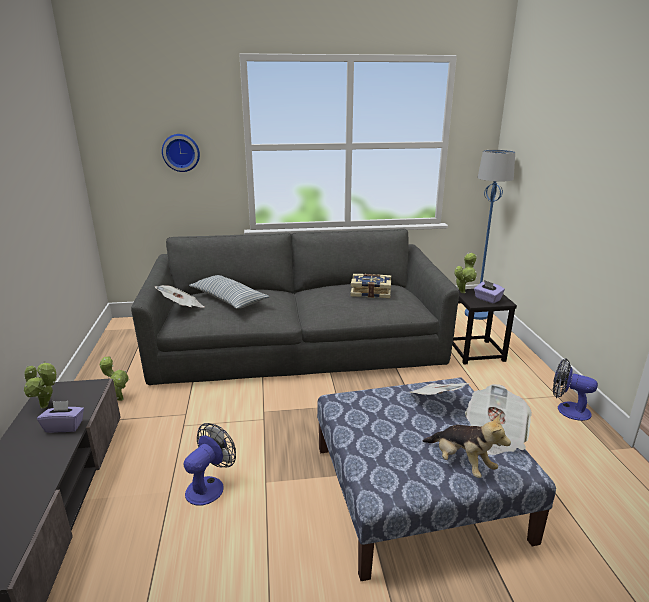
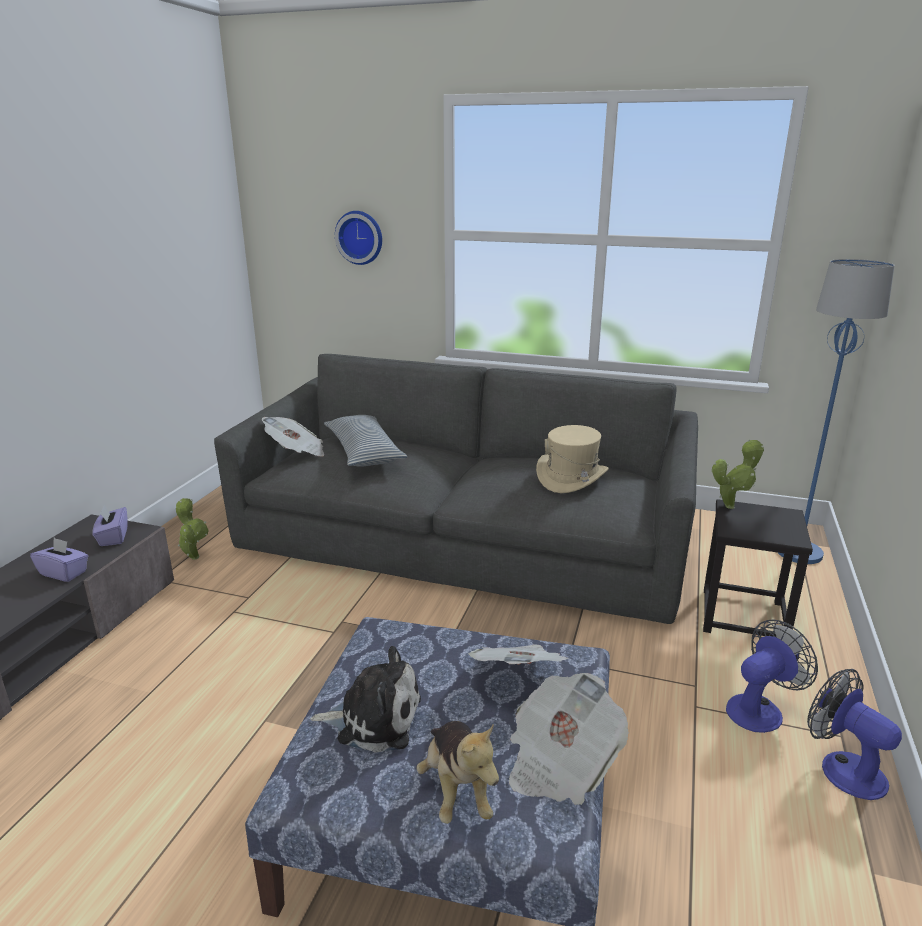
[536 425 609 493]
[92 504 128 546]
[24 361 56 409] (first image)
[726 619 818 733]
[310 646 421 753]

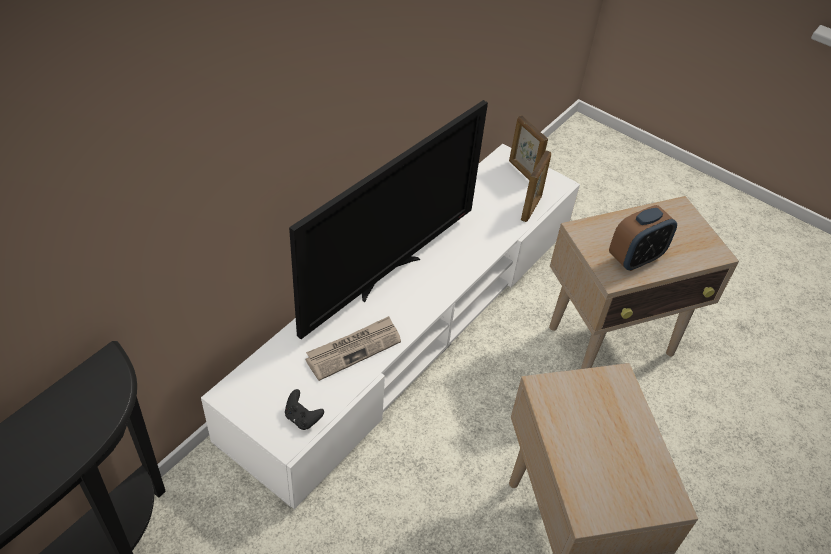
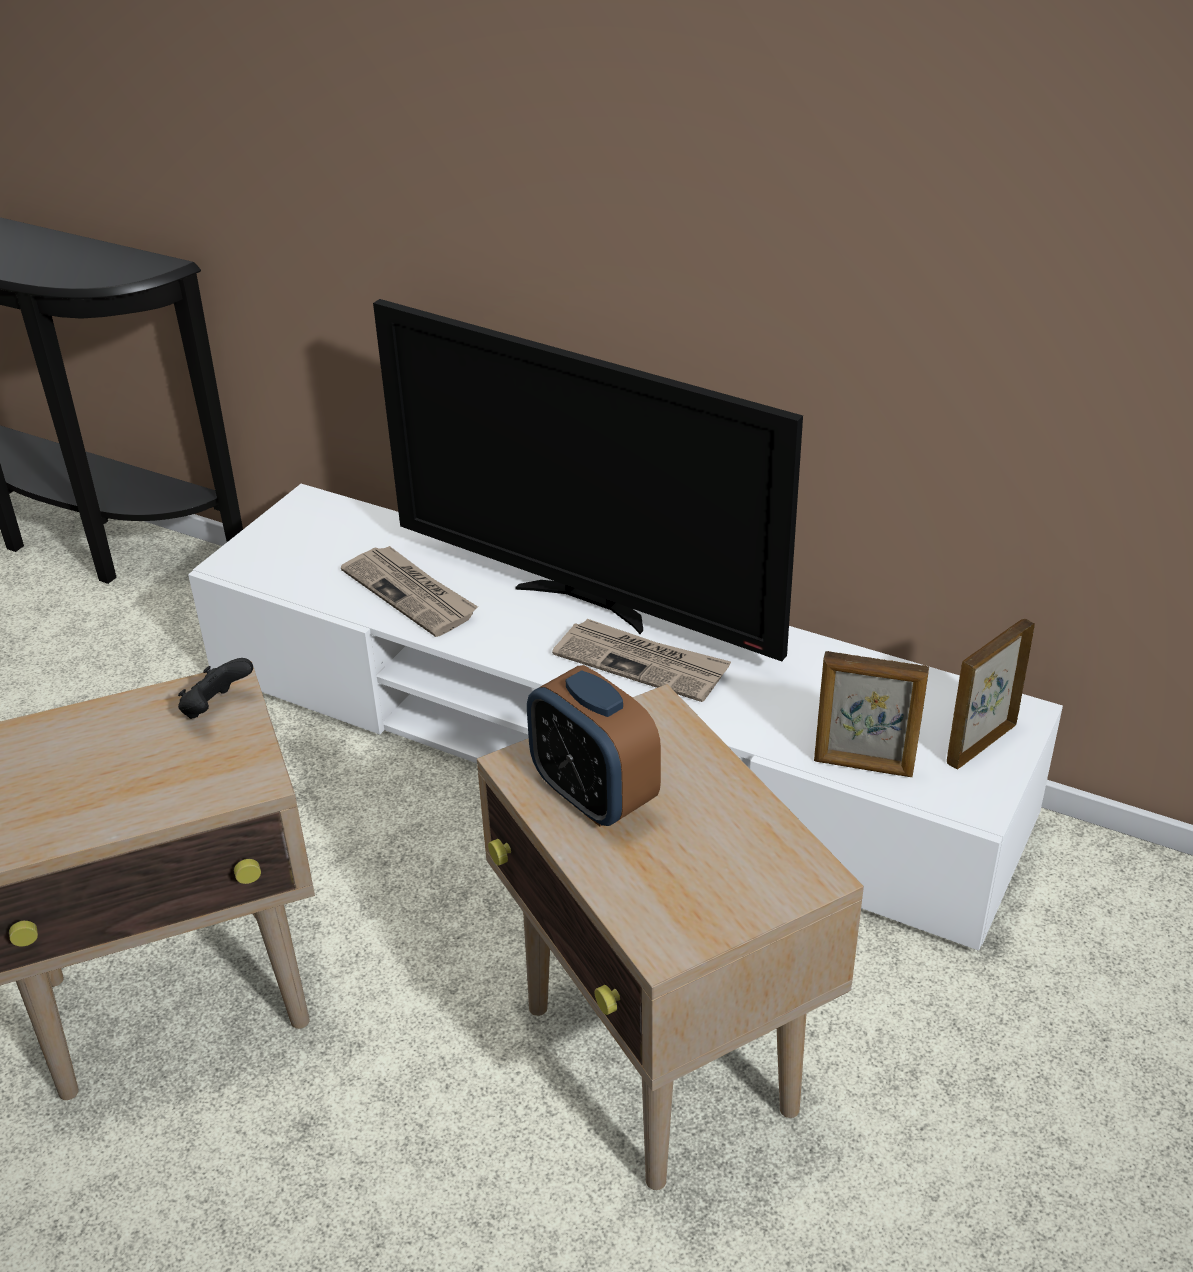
[178 658 253 719]
[552 619 731 702]

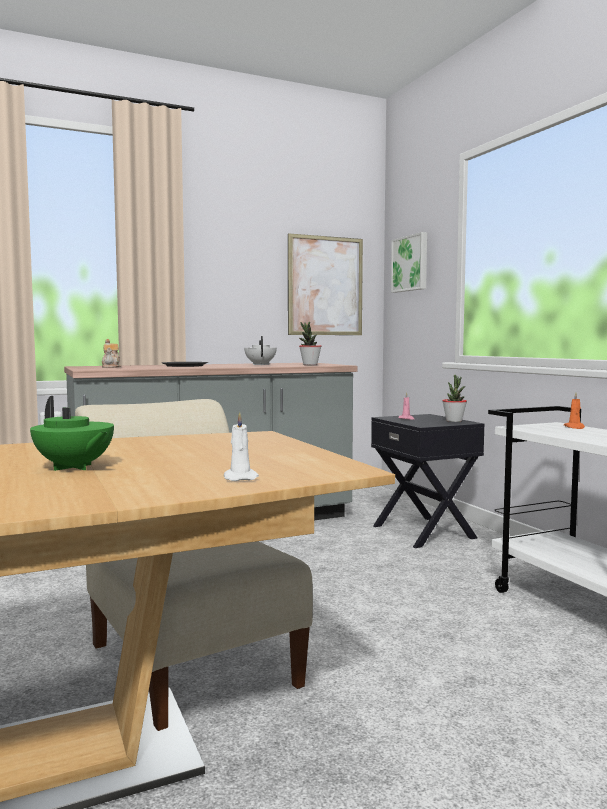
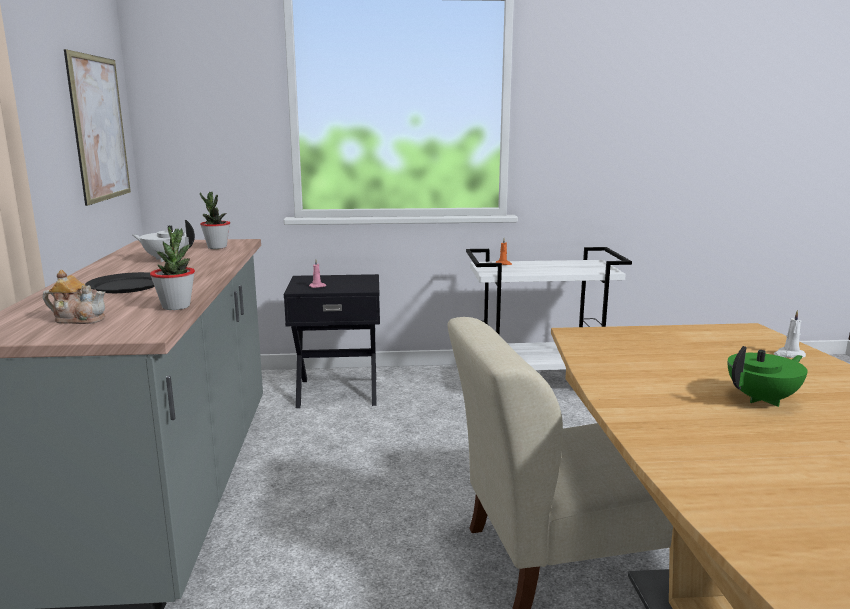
[391 232 427 293] (first image)
[150 227 195 310]

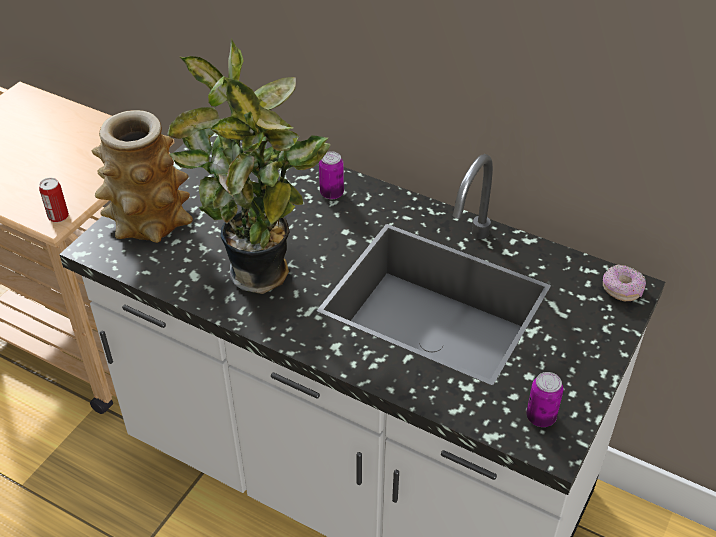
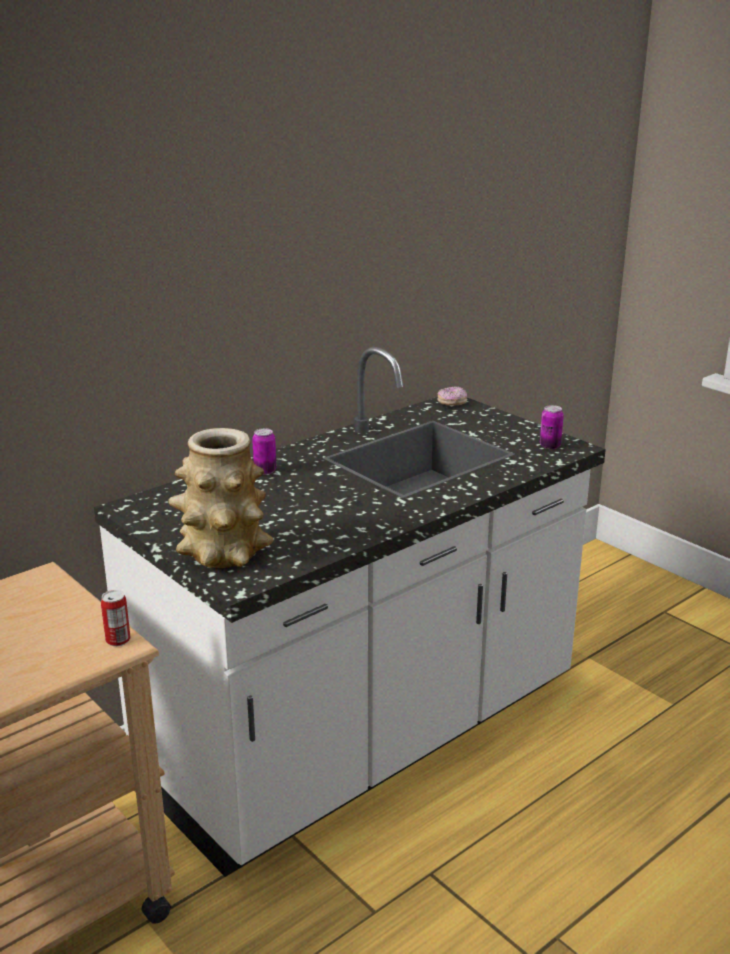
[167 38 331 294] (first image)

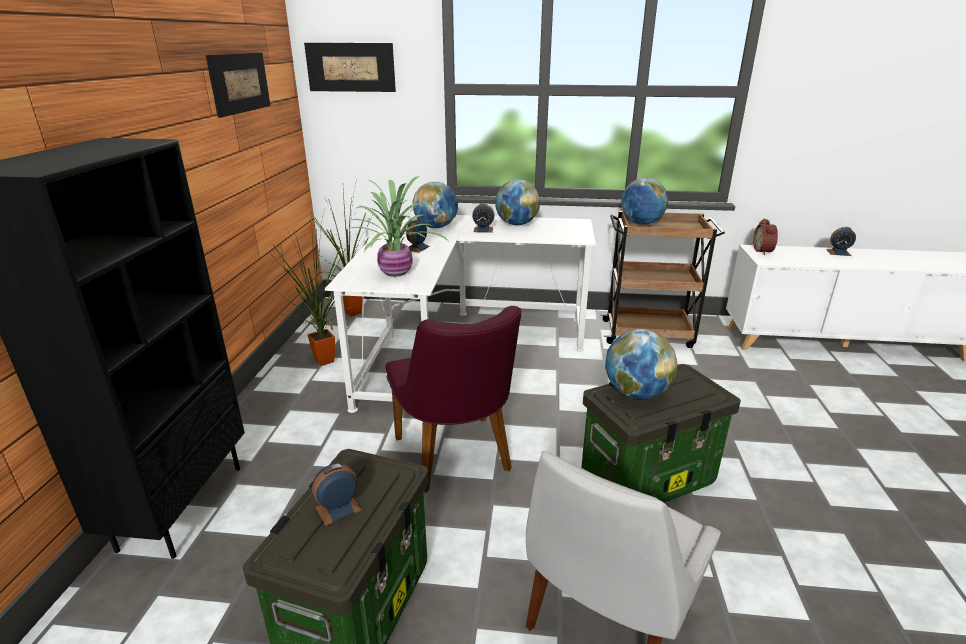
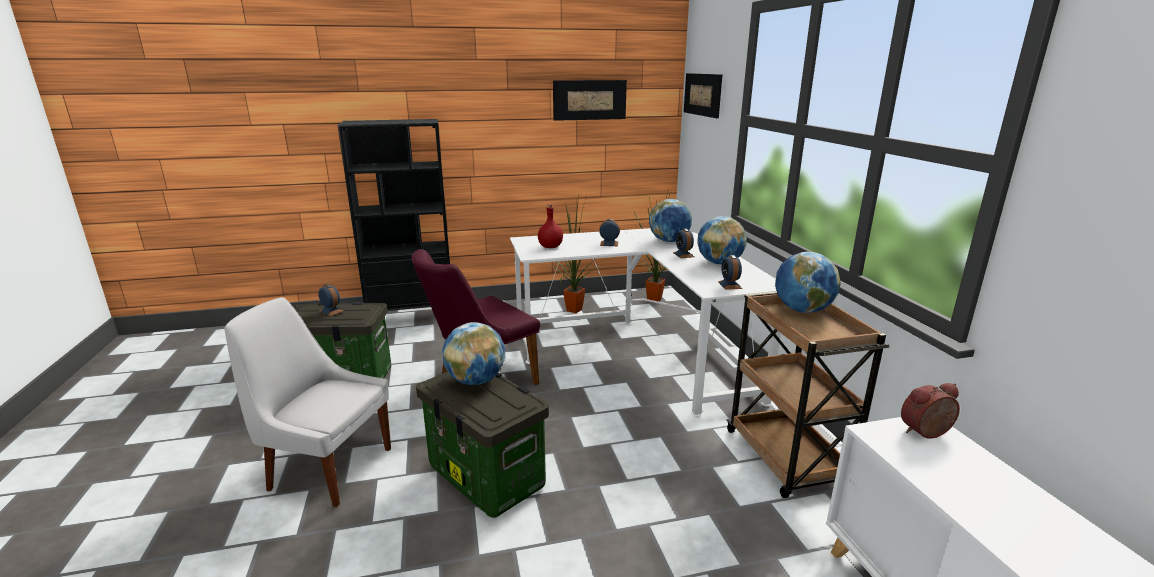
[538 204 563 248]
[718 255 742 290]

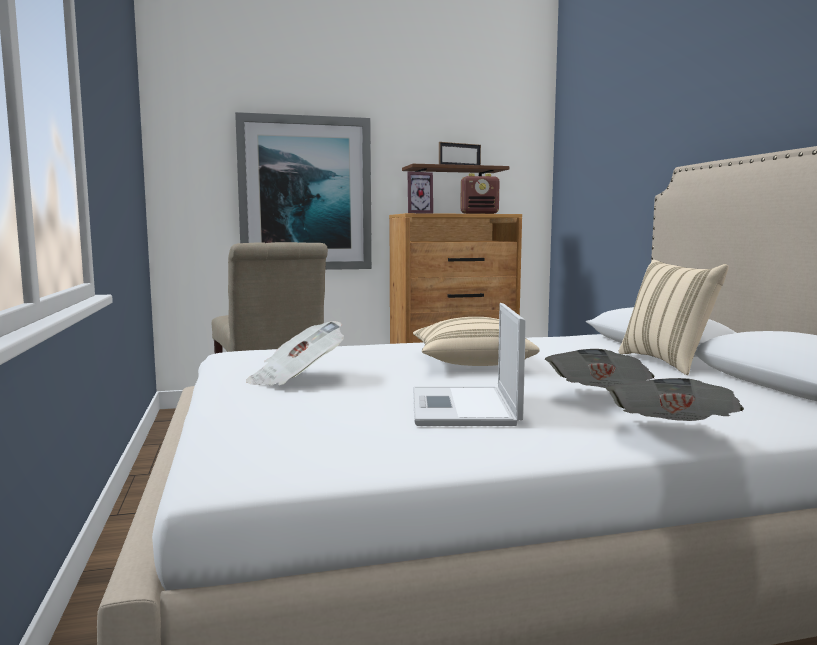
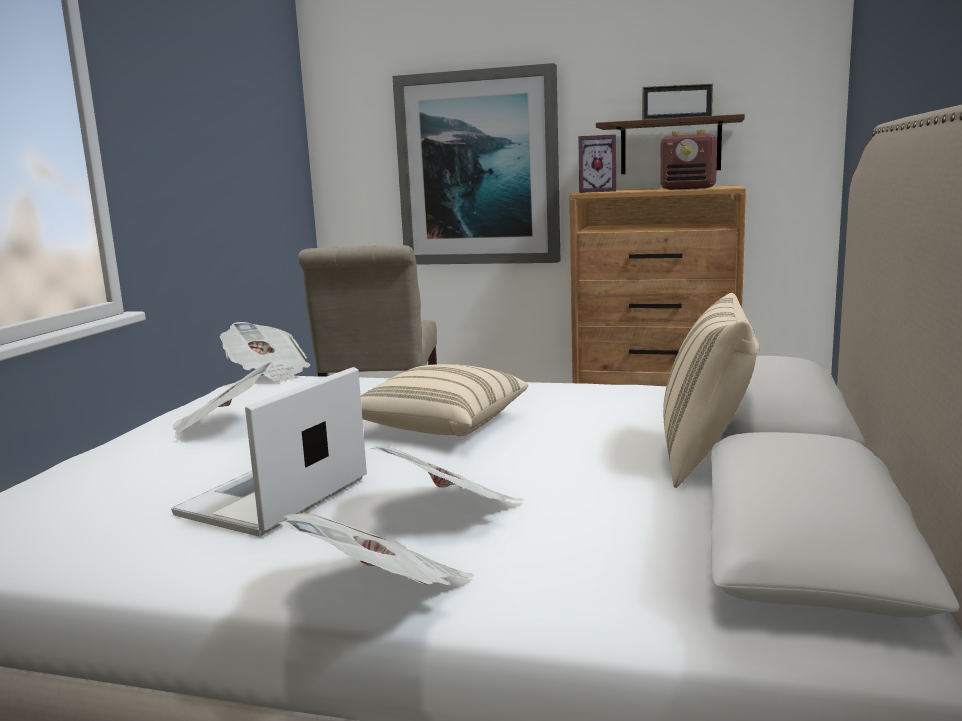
[220 322 310 382]

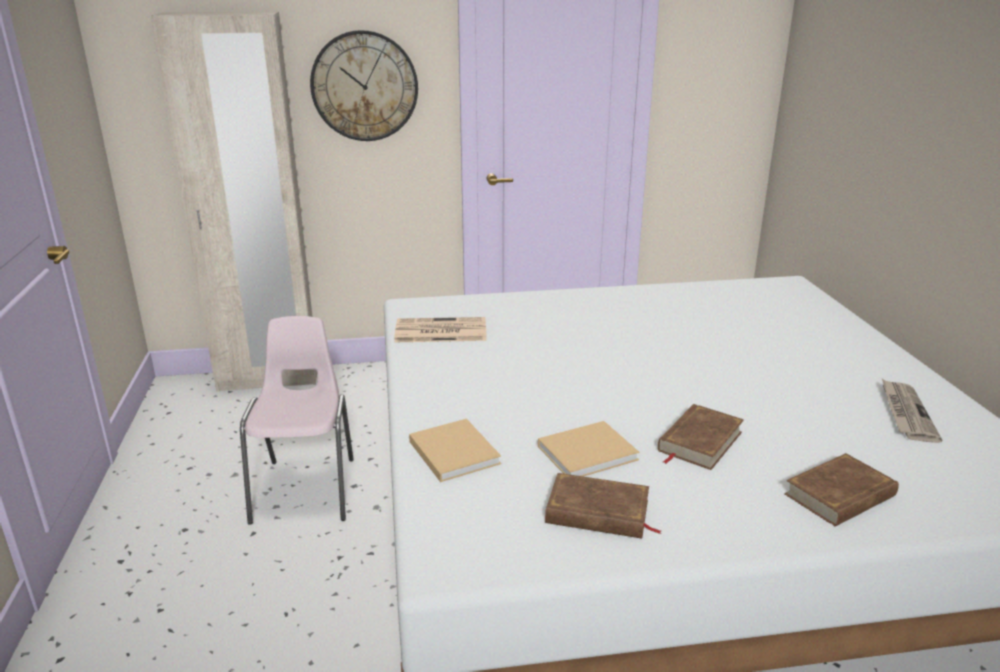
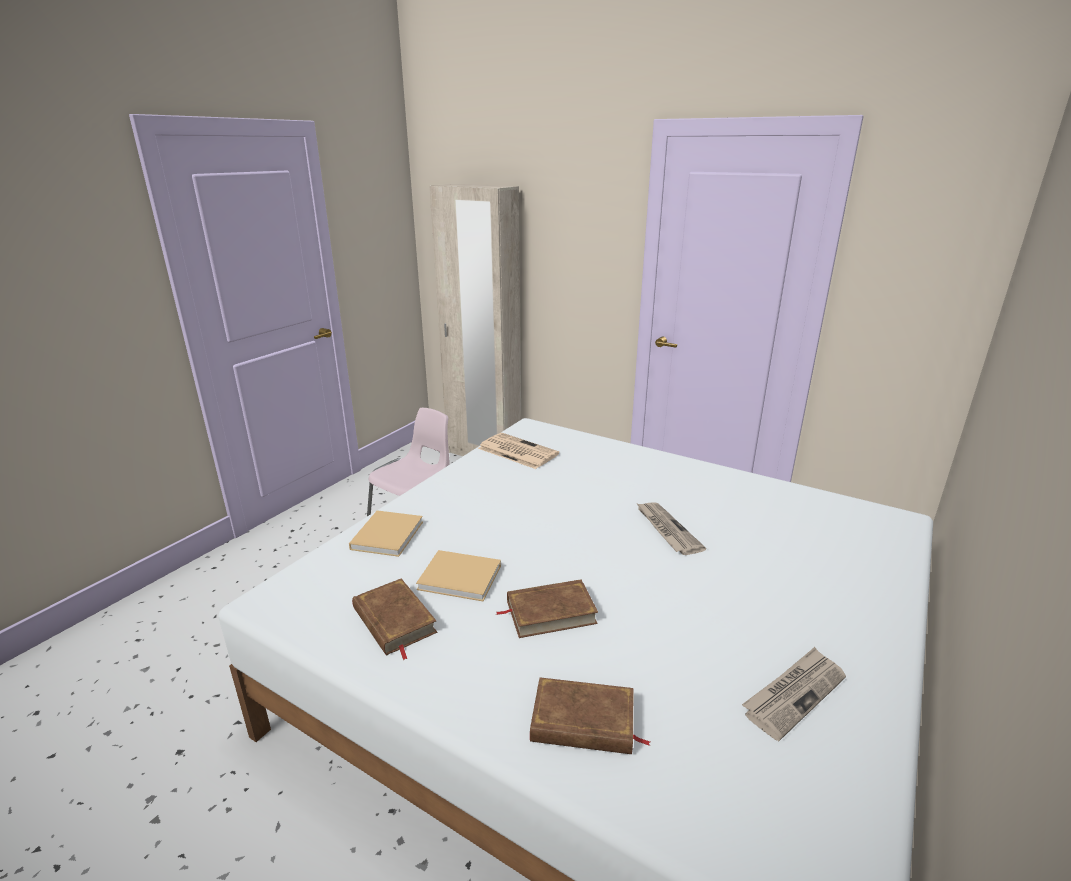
[310 30 418 141] (first image)
[636 502 706 555]

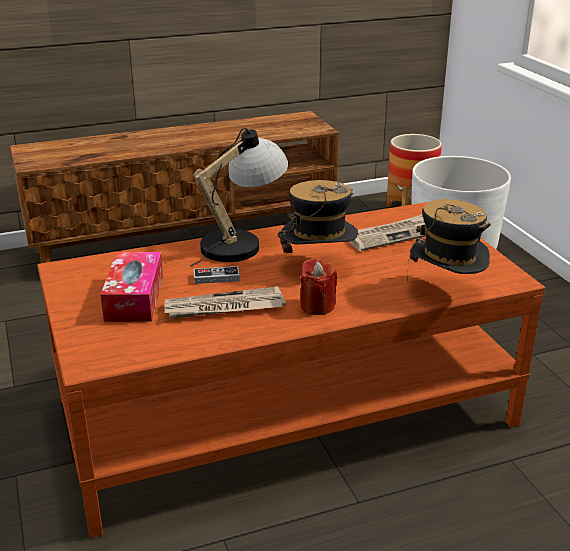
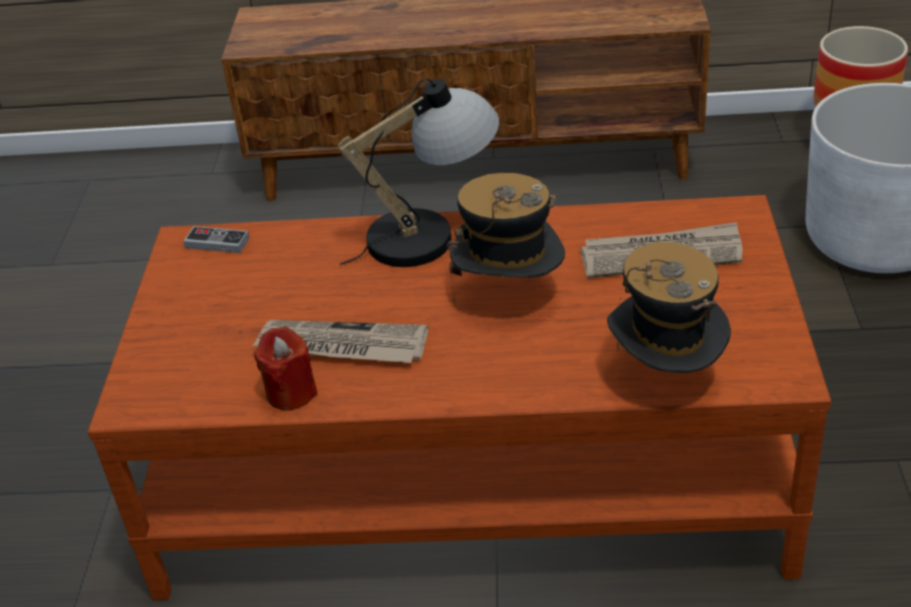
[100 252 163 322] (first image)
[254 327 318 411]
[183 226 249 253]

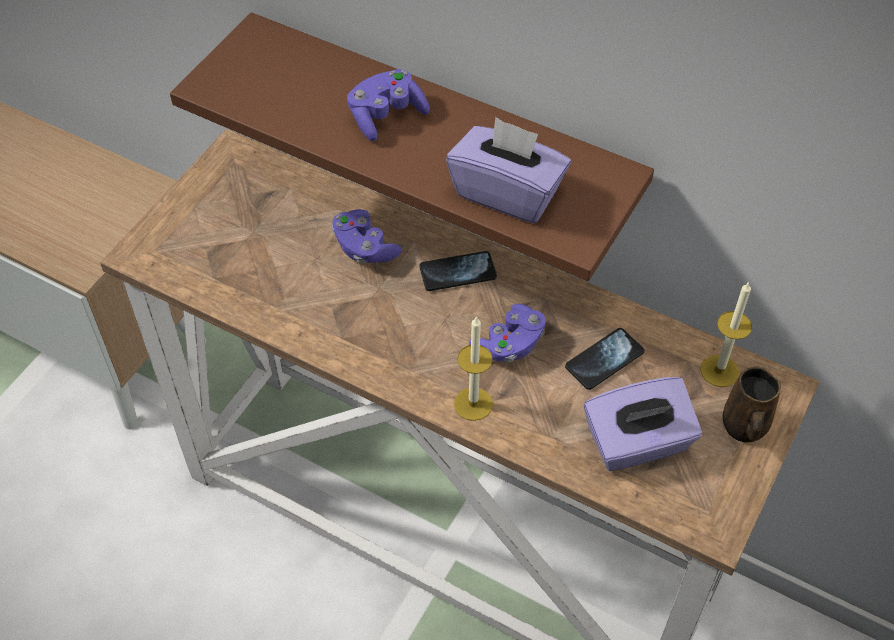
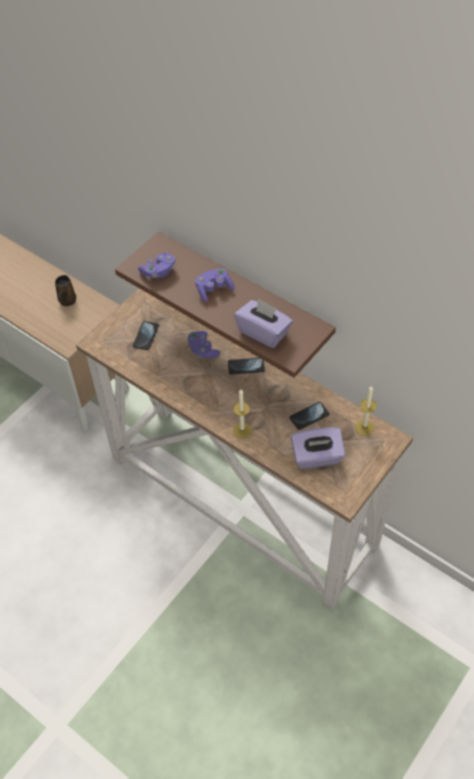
[138 253 175 278]
[55 275 76 306]
[133 321 159 350]

